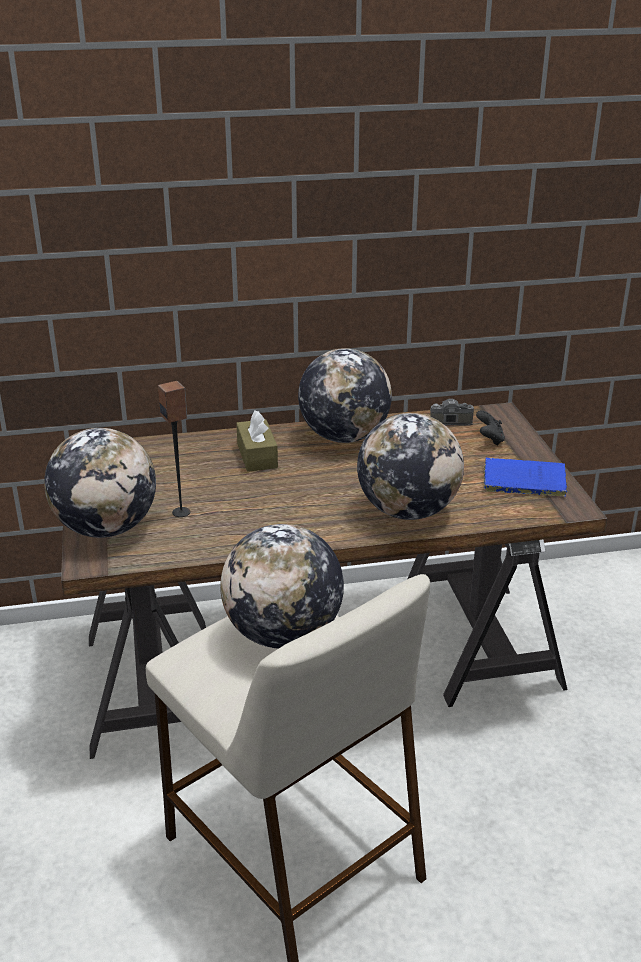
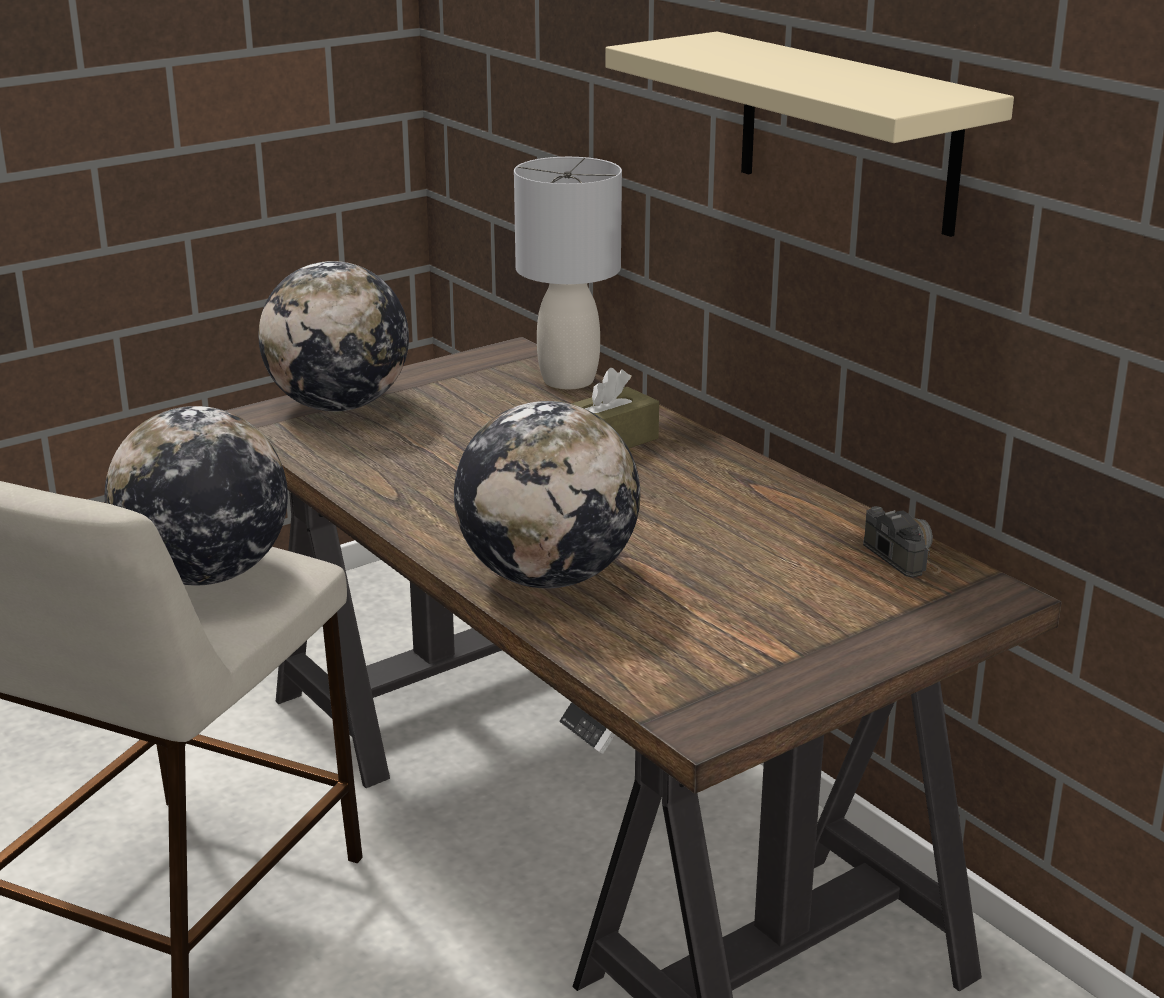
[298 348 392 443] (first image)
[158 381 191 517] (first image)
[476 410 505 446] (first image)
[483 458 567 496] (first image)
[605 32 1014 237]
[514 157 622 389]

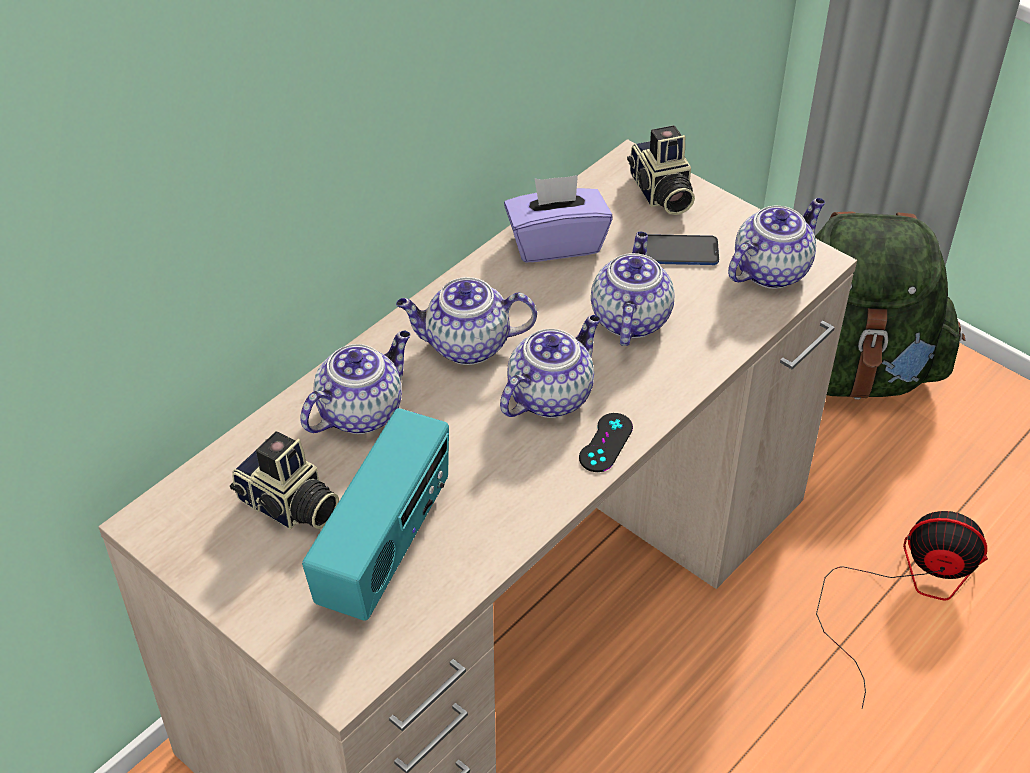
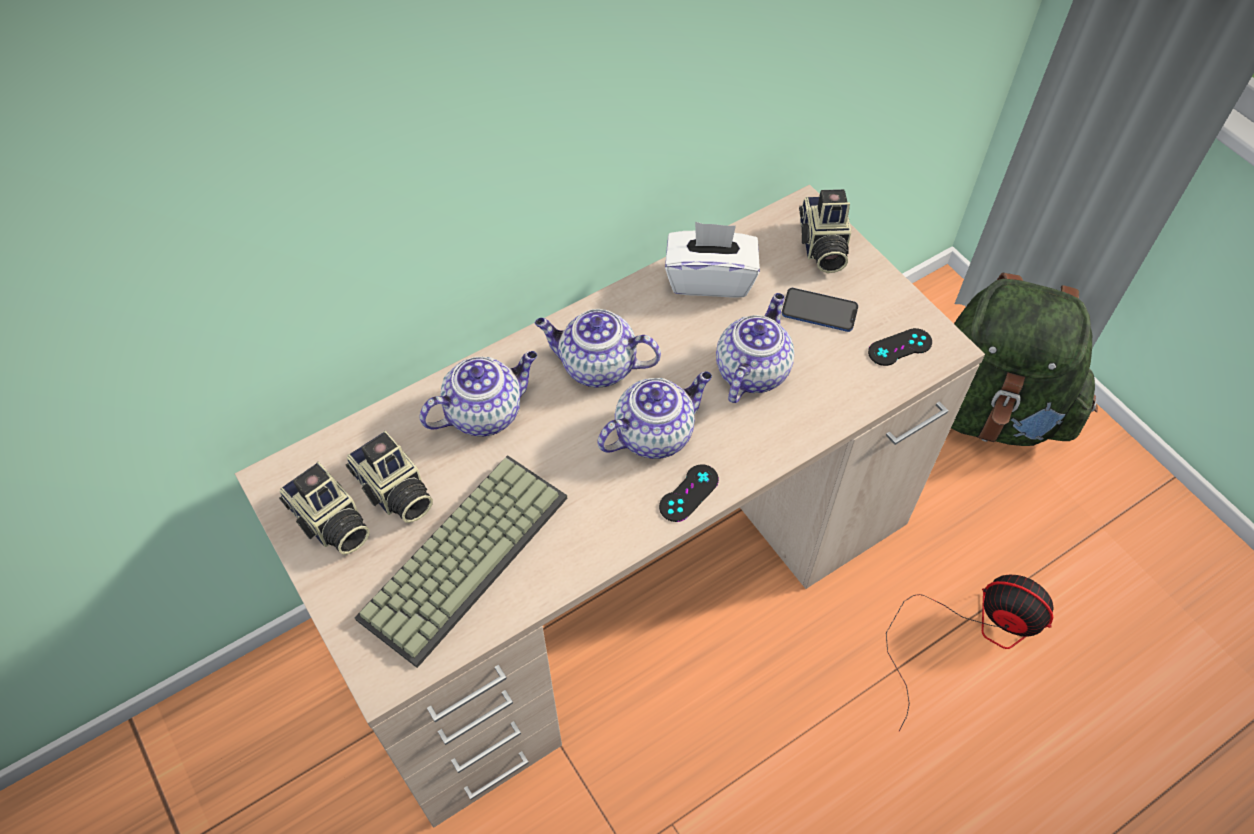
[665 222 760 298]
[868 328 932 366]
[355 455 567 668]
[279 462 370 555]

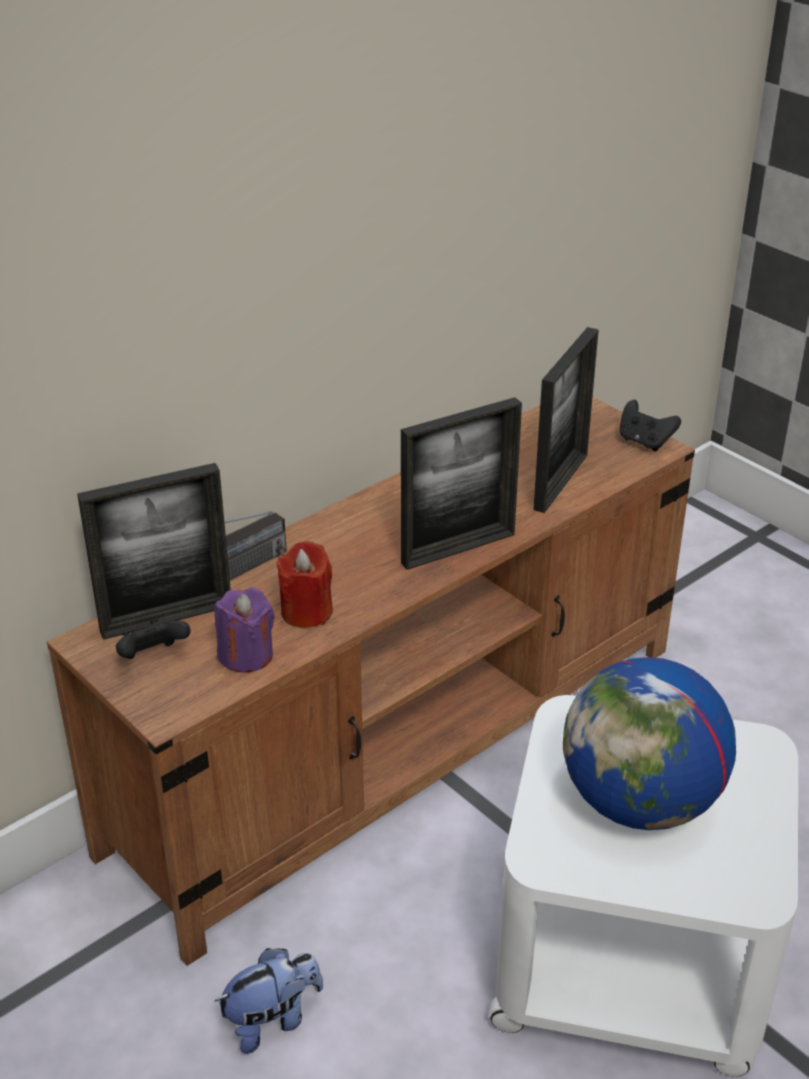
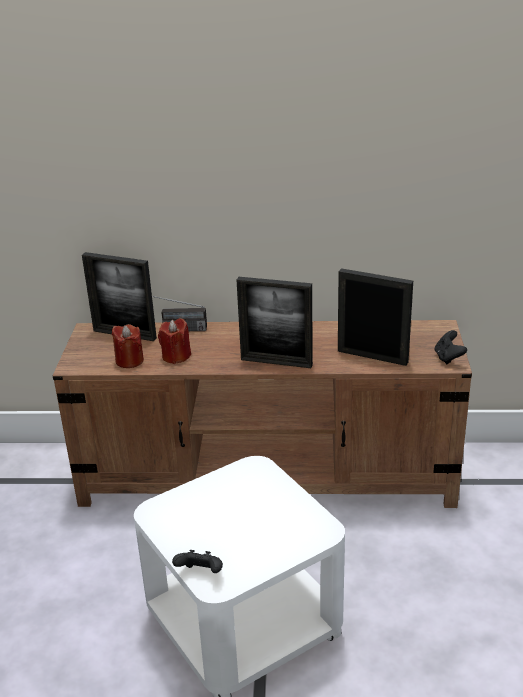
[338 268 413 366]
[112 324 144 368]
[172 550 223 573]
[563 657 736 830] (first image)
[214 948 323 1054] (first image)

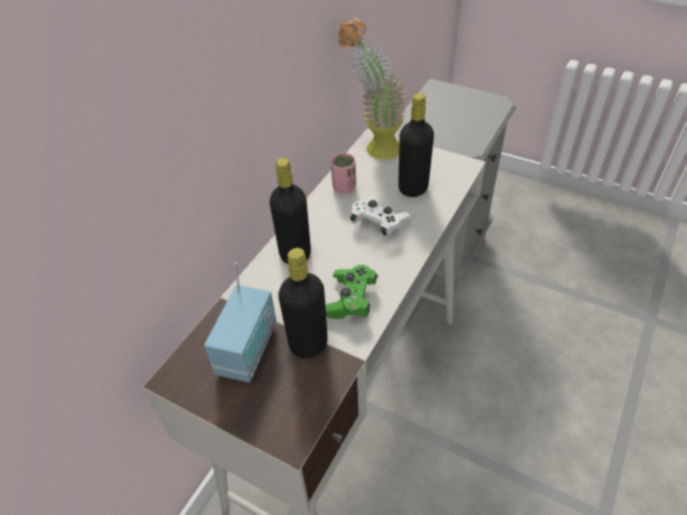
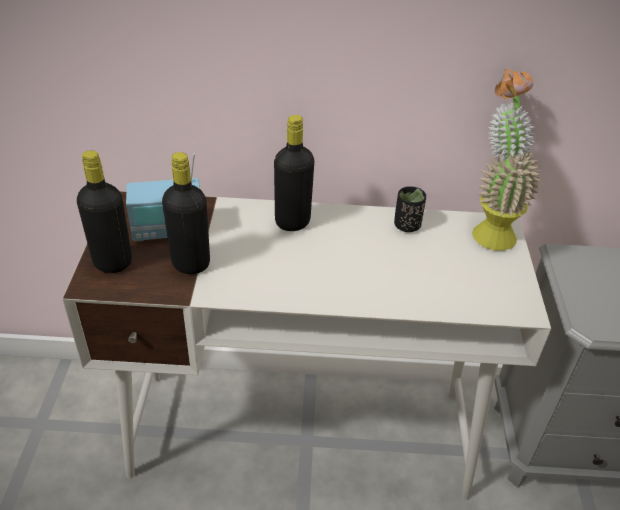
[77 150 132 273]
[394 186 426 232]
[350 198 411 238] (first image)
[325 265 378 319] (first image)

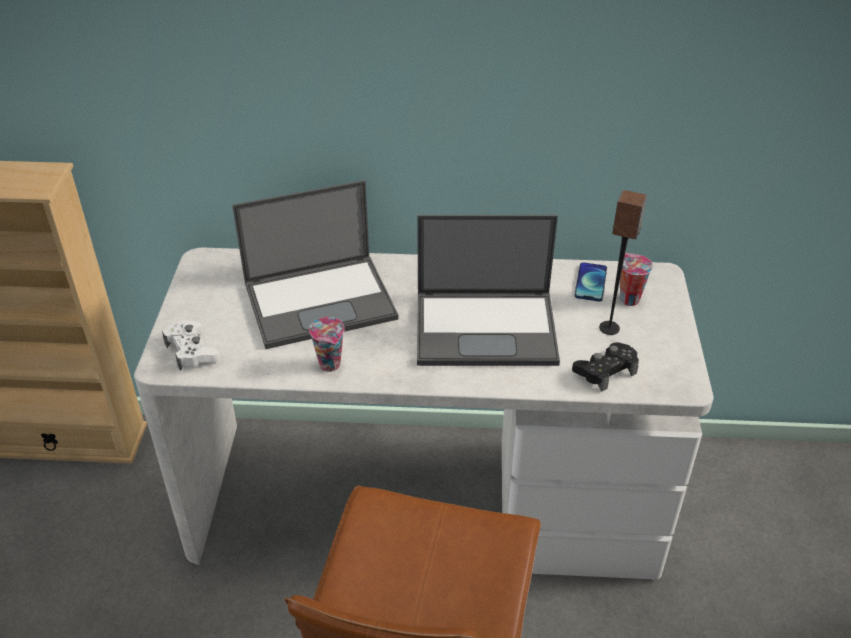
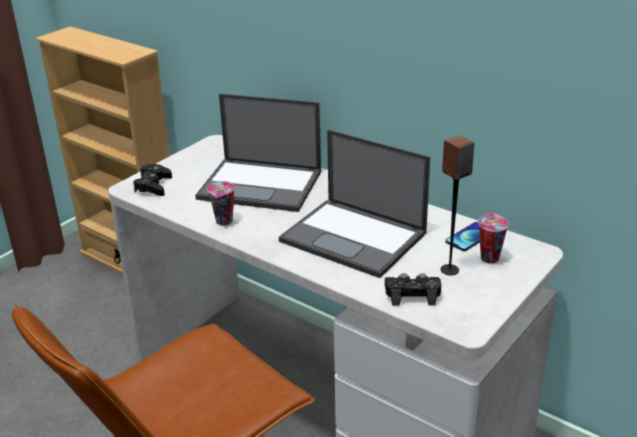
[133 164 172 196]

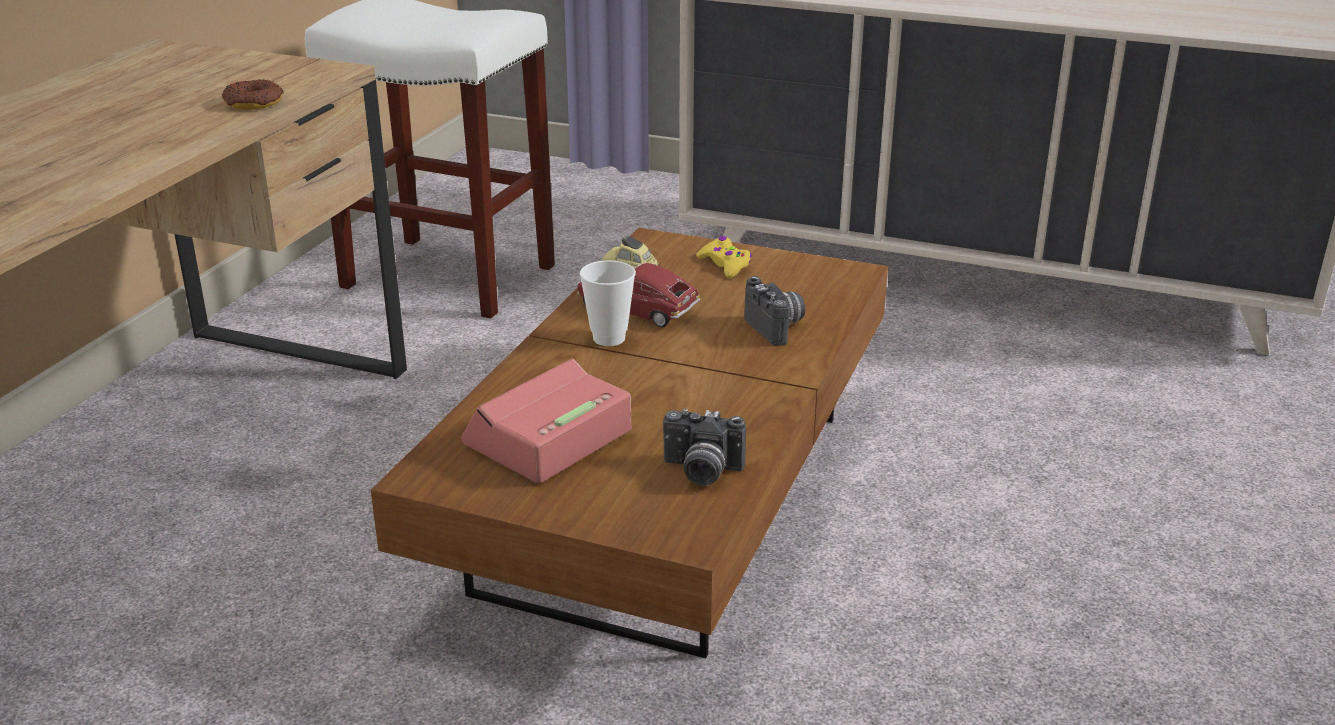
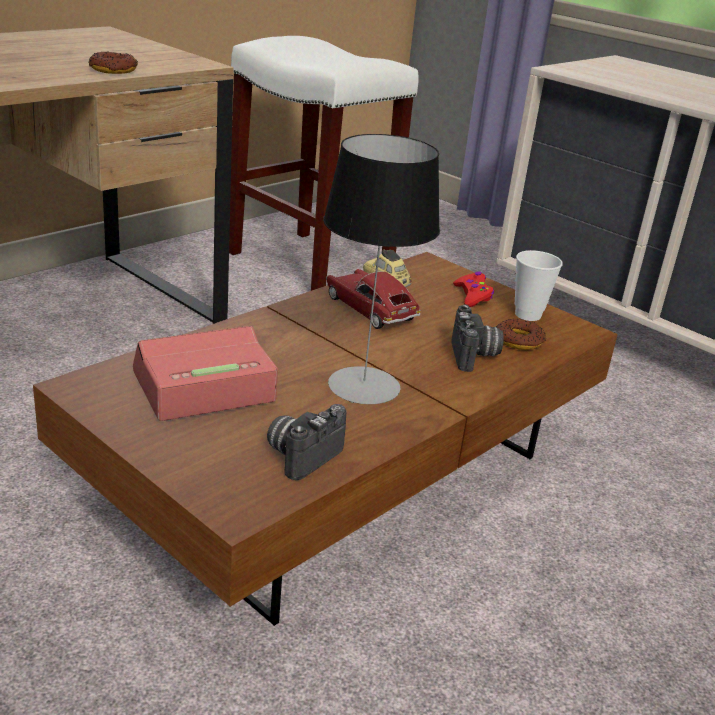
[453 271 494 307]
[515 250 563 321]
[267 404 346 480]
[323 134 440 404]
[496 318 546 350]

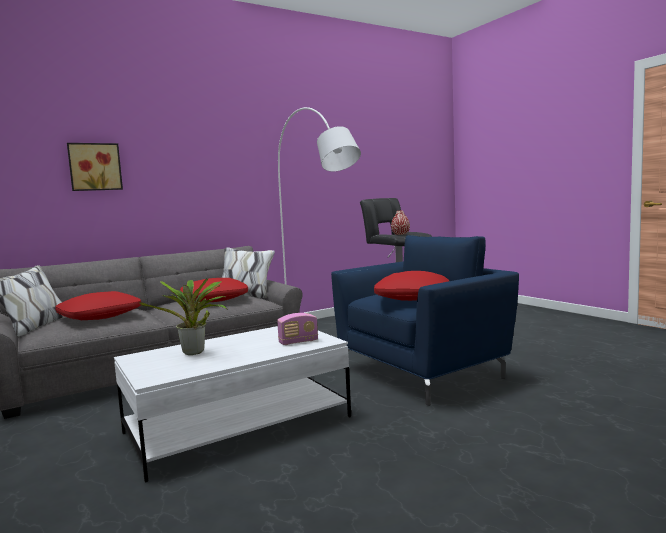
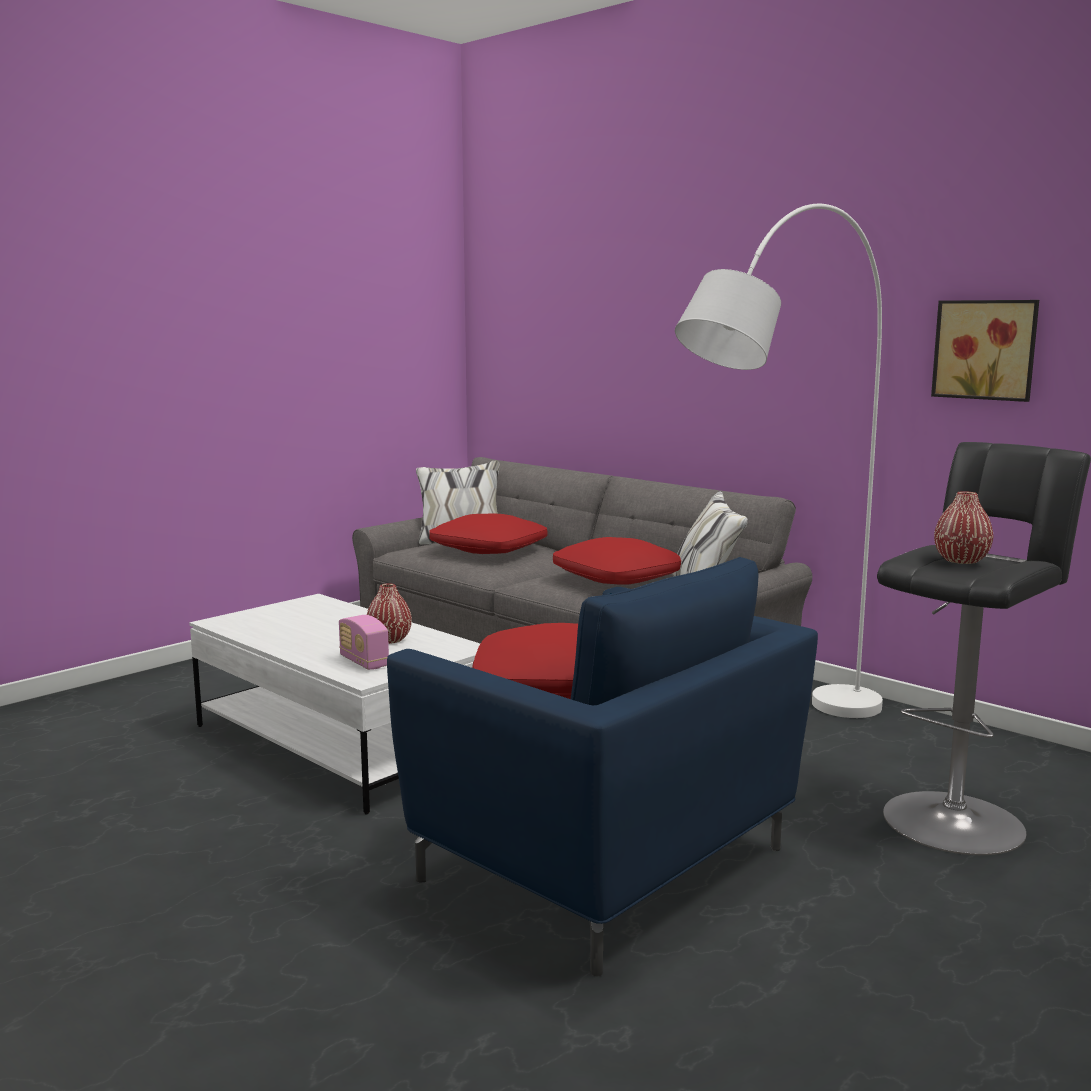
[931 300 1039 402]
[139 278 228 355] (first image)
[367 583 412 644]

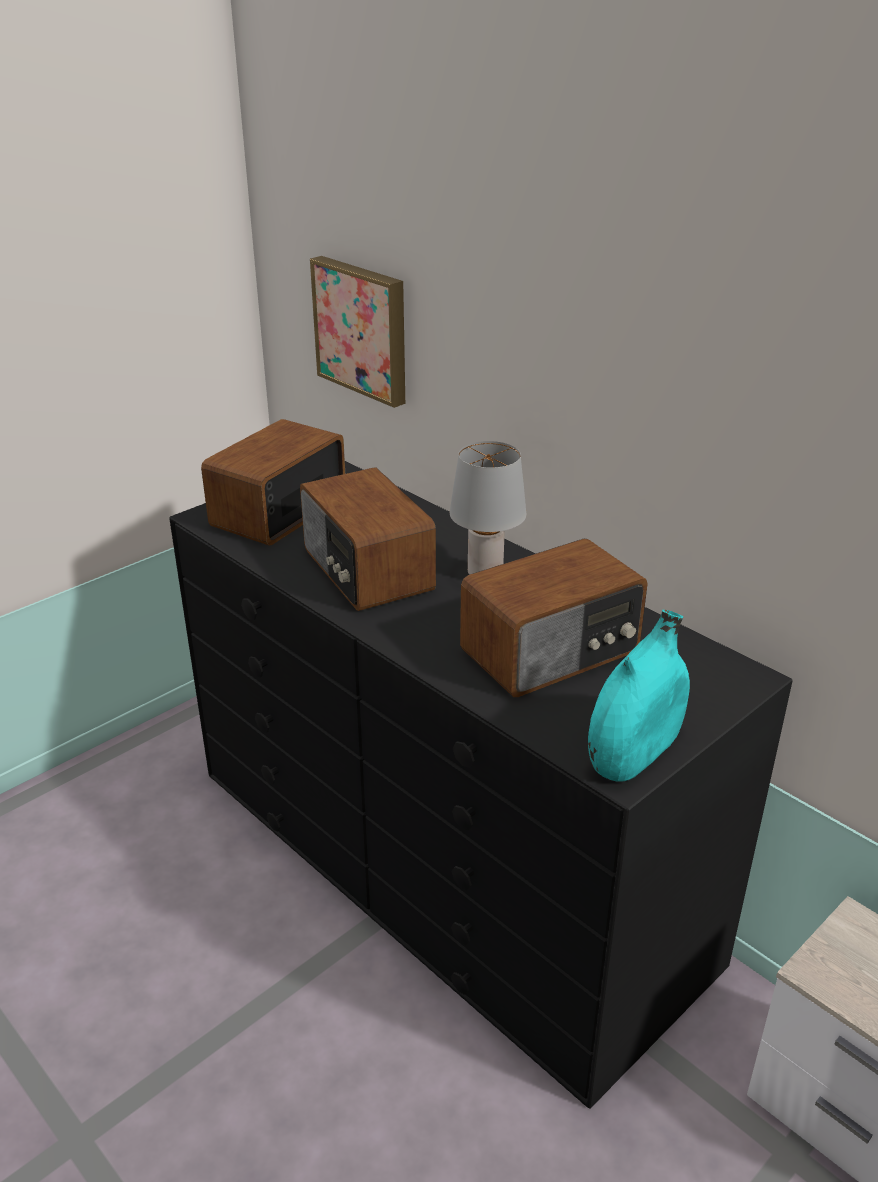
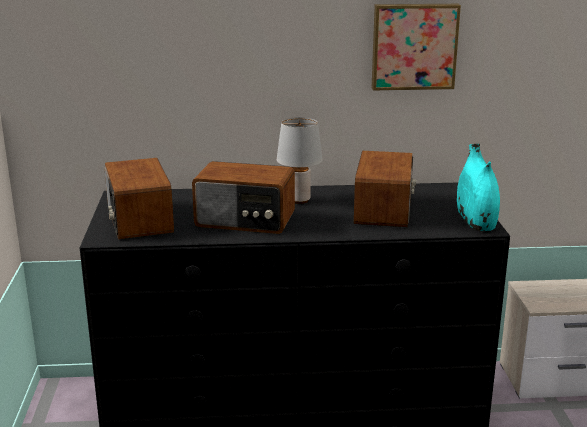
[372 4 461 90]

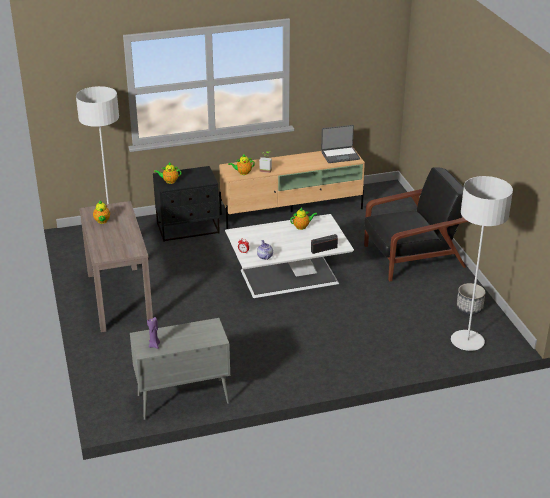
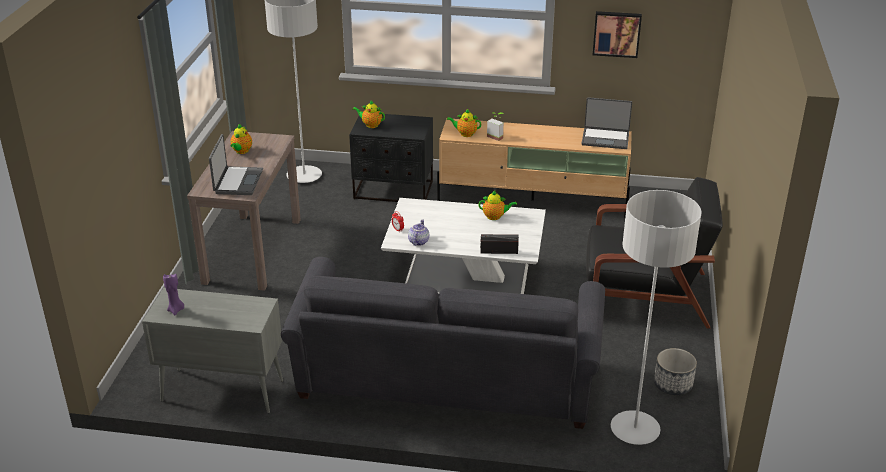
[593 11 642 58]
[209 134 263 195]
[281 257 605 429]

